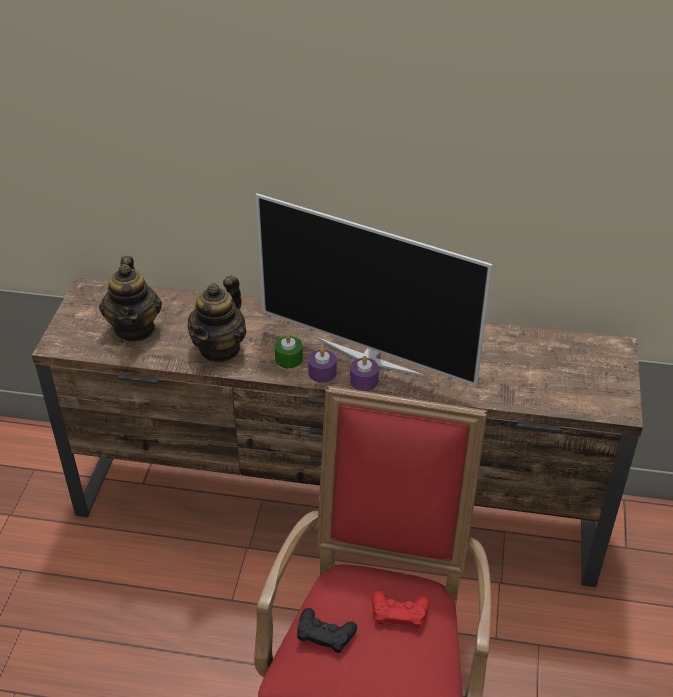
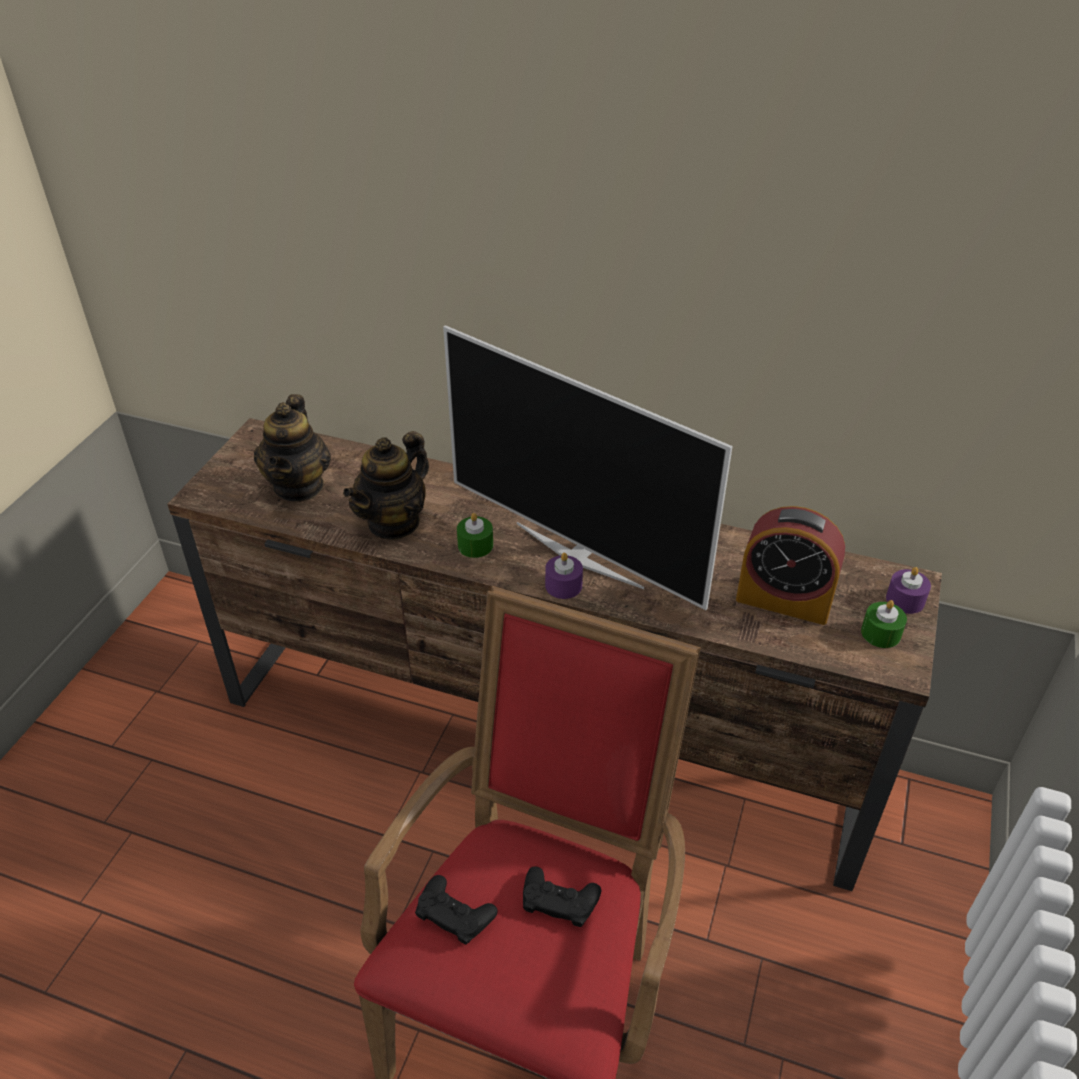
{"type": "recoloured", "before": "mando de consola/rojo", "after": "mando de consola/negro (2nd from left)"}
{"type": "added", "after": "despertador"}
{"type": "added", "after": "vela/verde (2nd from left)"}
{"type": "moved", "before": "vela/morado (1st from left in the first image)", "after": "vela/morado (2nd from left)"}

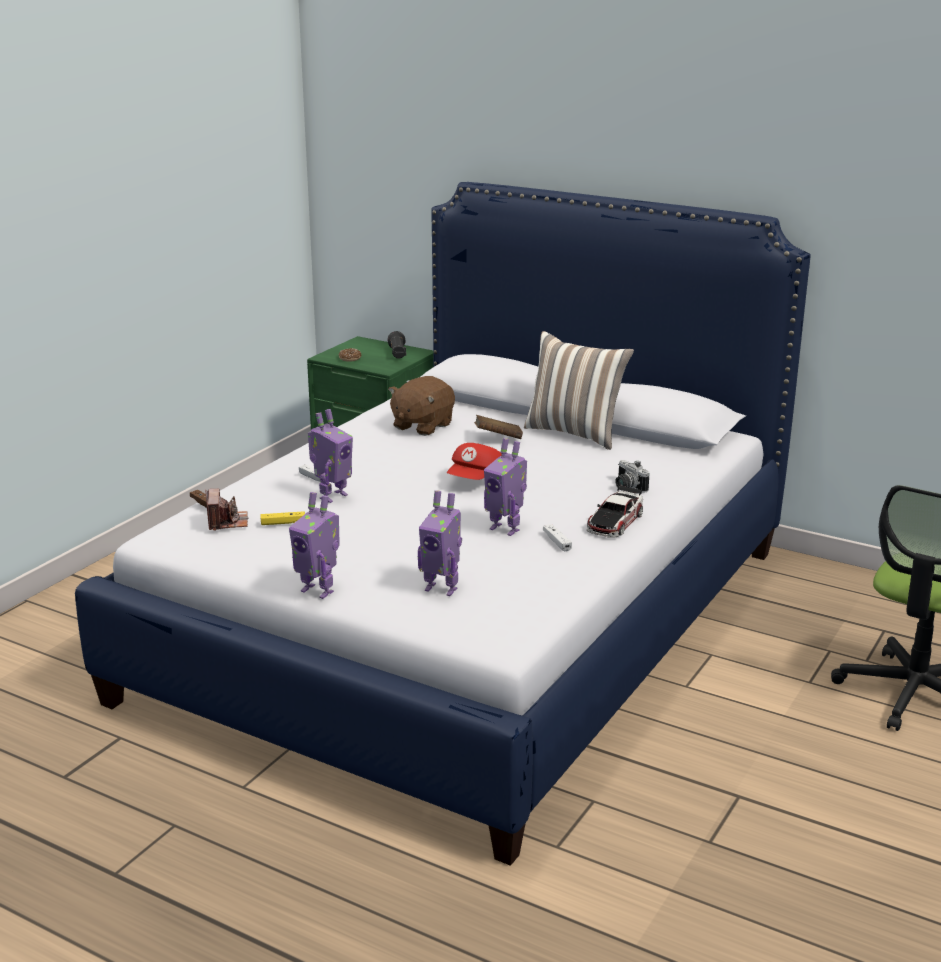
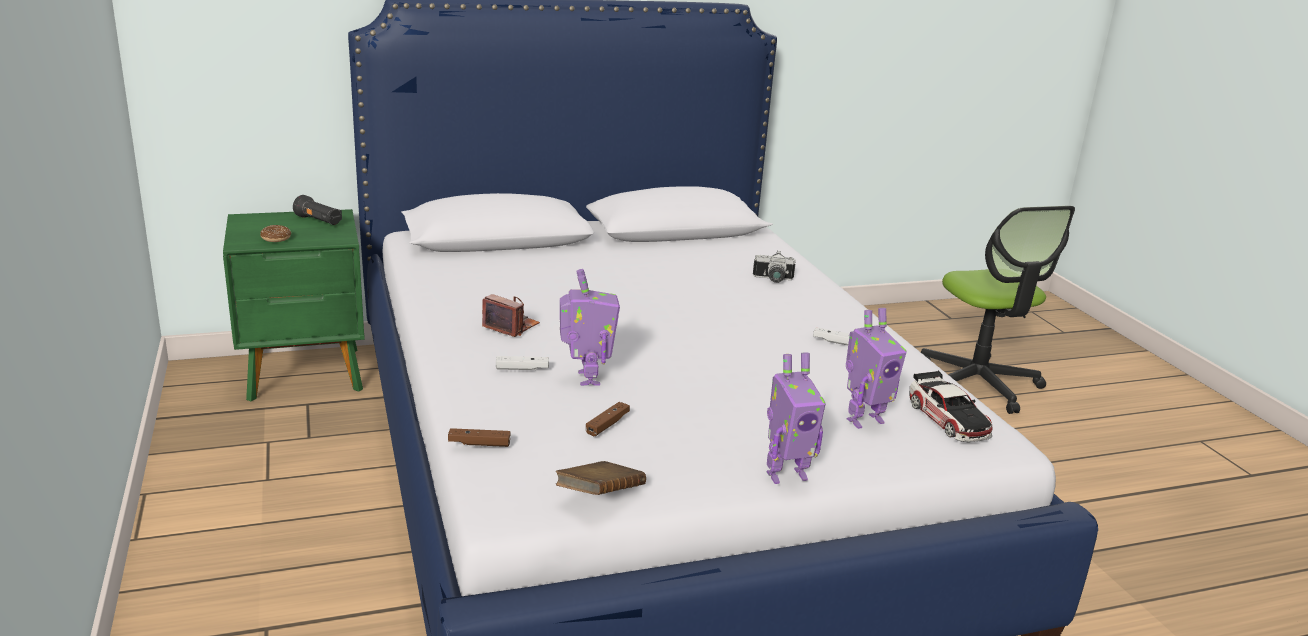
{"type": "moved", "before": "cámara (1st from left)"}
{"type": "moved", "before": "libro/marrón"}
{"type": "recoloured", "before": "mando de consola/amarillo", "after": "mando de consola/marrón (2nd from left)"}
{"type": "moved", "before": "coche de juguete"}
{"type": "removed", "before": "peluche/marrón"}
{"type": "removed", "before": "gorra/rojo"}
{"type": "removed", "before": "robot de juguete (4th from left)"}
{"type": "removed", "before": "cojín"}

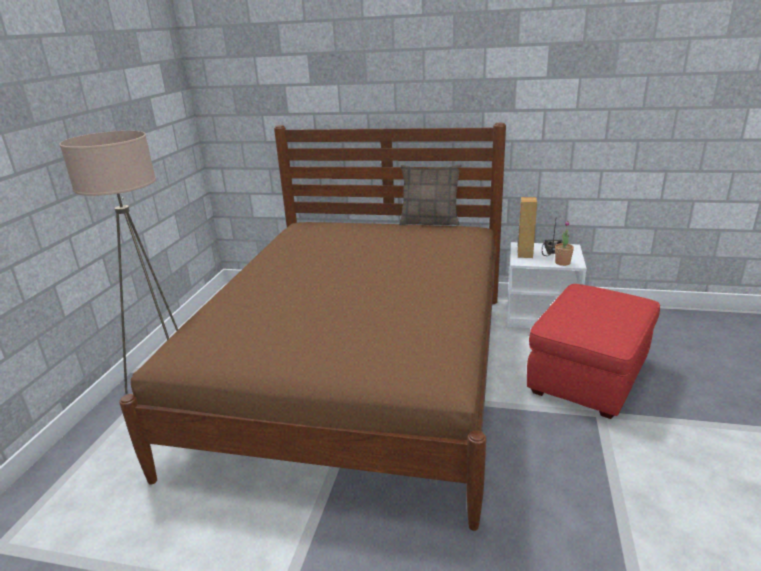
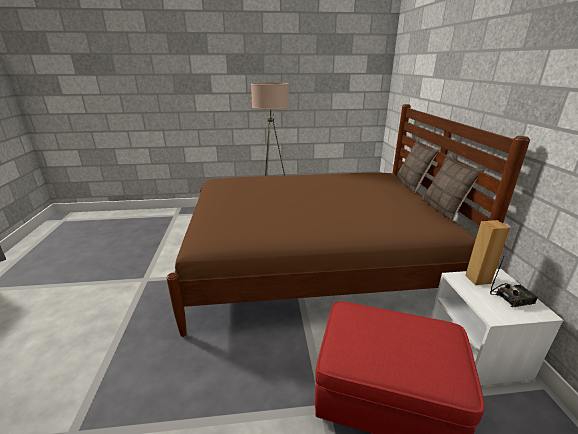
{"type": "added", "after": "cojín (1st from left)"}
{"type": "removed", "before": "planta en maceta"}

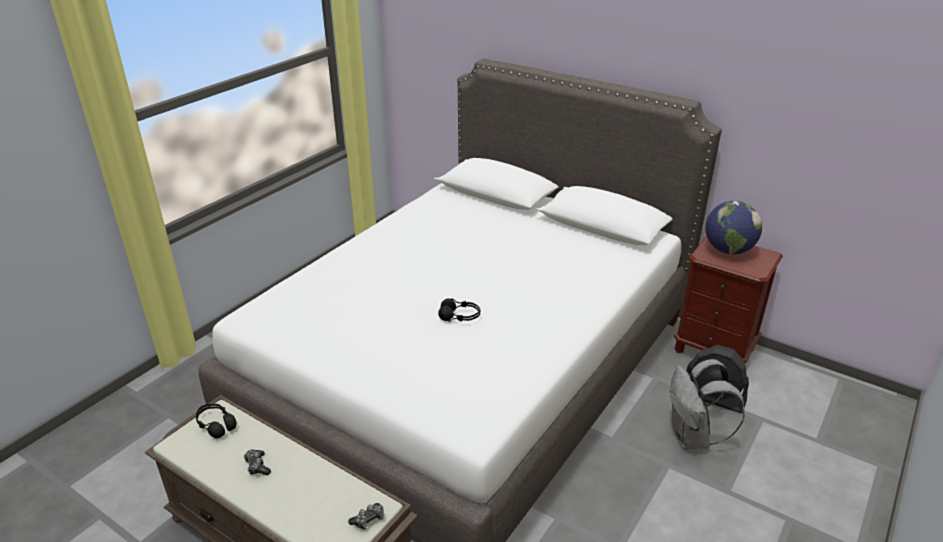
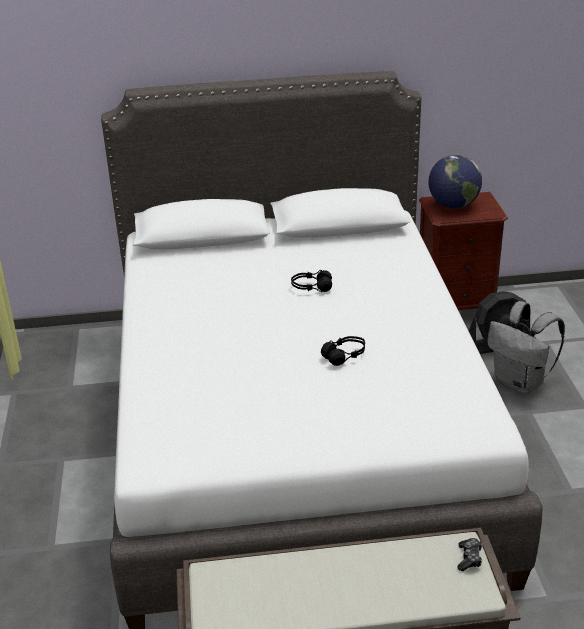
{"type": "moved", "before": "auriculares/negro (1st from left)"}
{"type": "removed", "before": "mando de consola (1st from left)"}

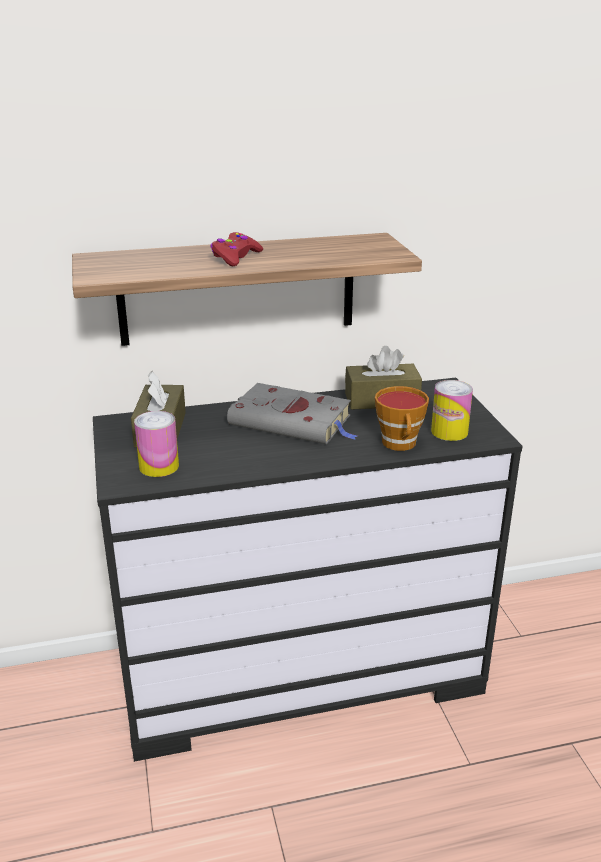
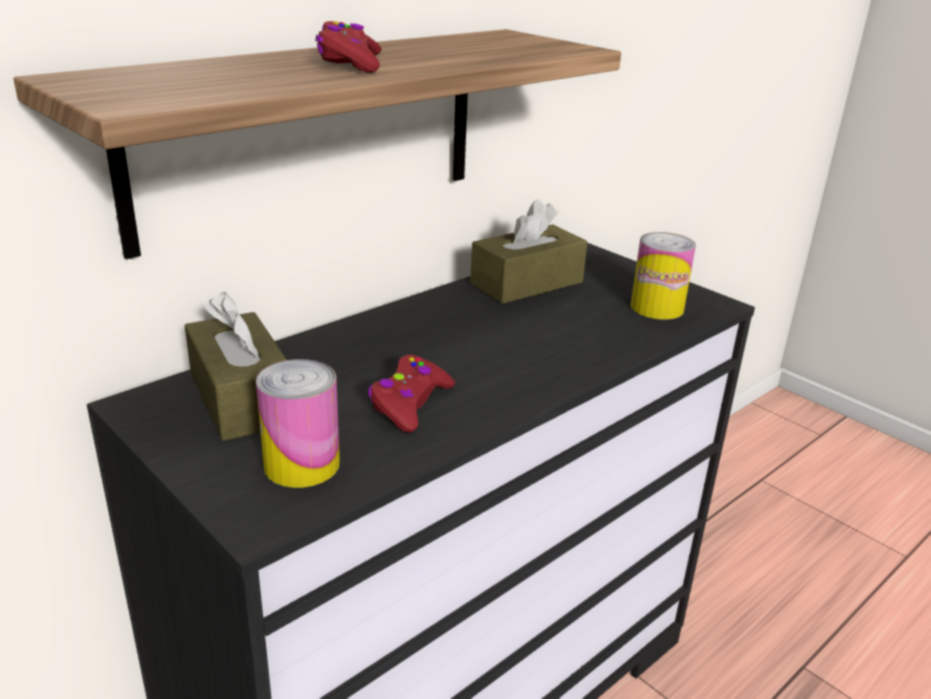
{"type": "added", "after": "mando de consola/rojo (2nd from left)"}
{"type": "removed", "before": "libro/gris"}
{"type": "removed", "before": "taza"}

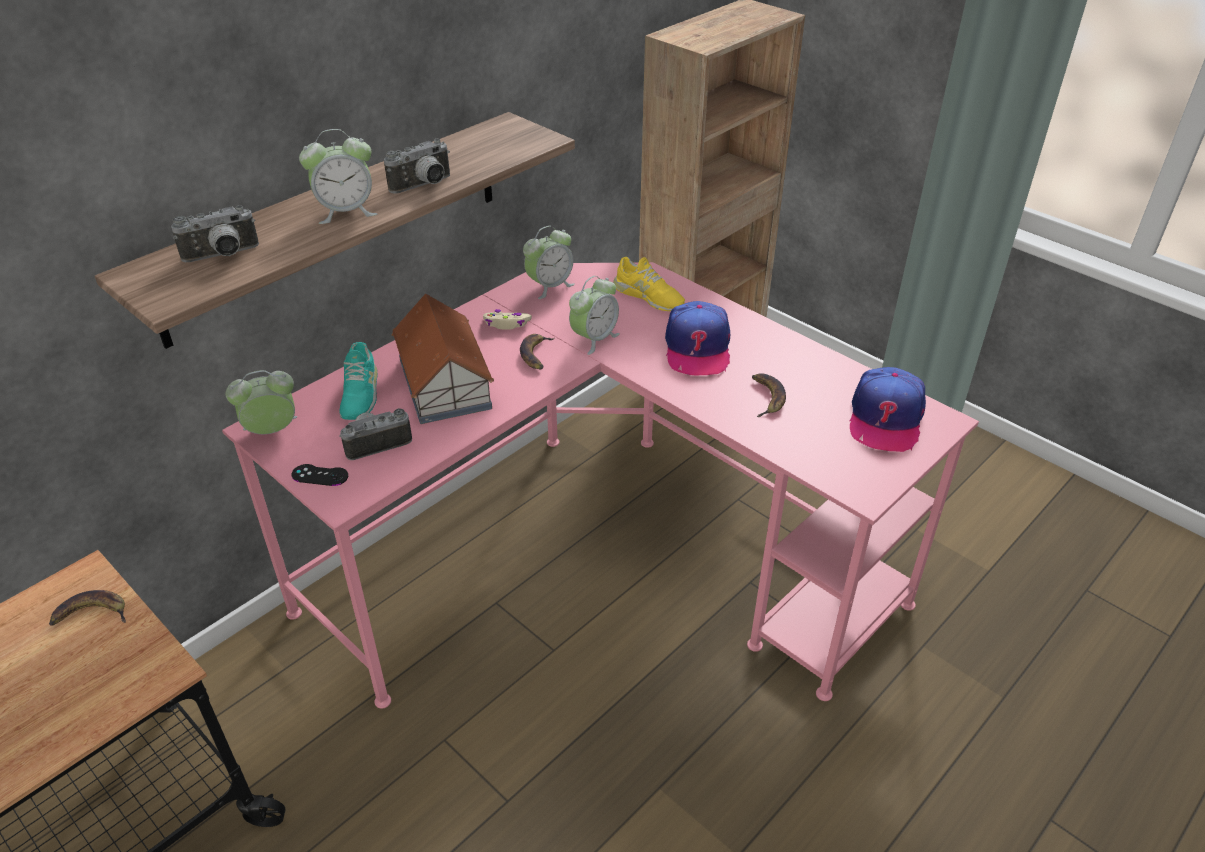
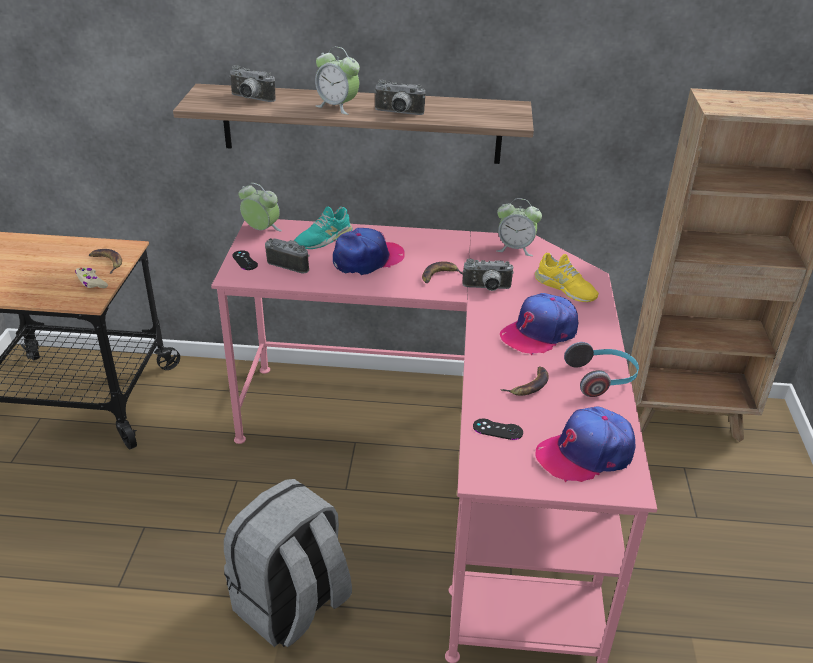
{"type": "moved", "before": "mando de consola/beis"}
{"type": "added", "after": "mochila/gris"}
{"type": "replaced", "before": "casita", "after": "gorra (1st from left)"}
{"type": "replaced", "before": "despertador (4th from left)", "after": "cámara (4th from left)"}
{"type": "added", "after": "mando de consola/negro (2nd from left)"}
{"type": "turned", "before": "zapato/amarillo", "turn": -45}
{"type": "added", "after": "auriculares"}

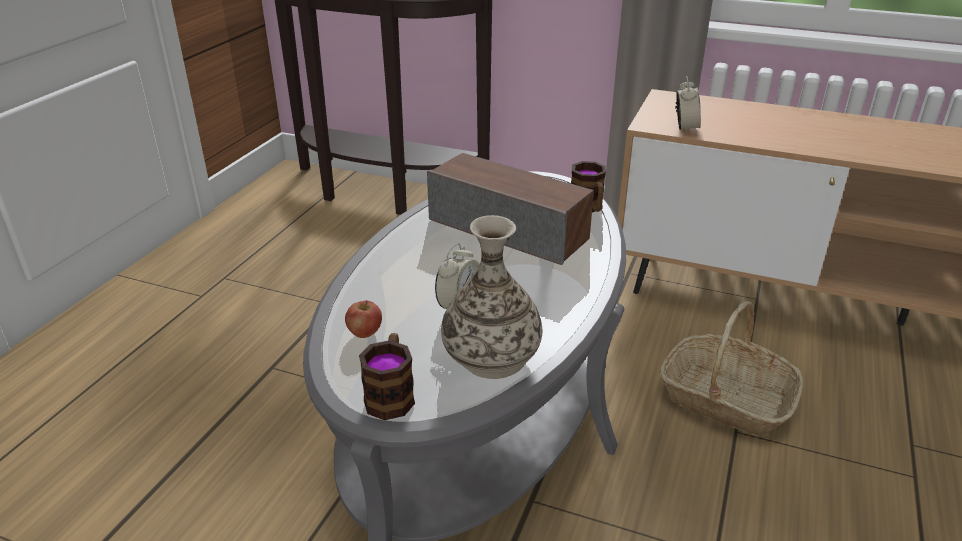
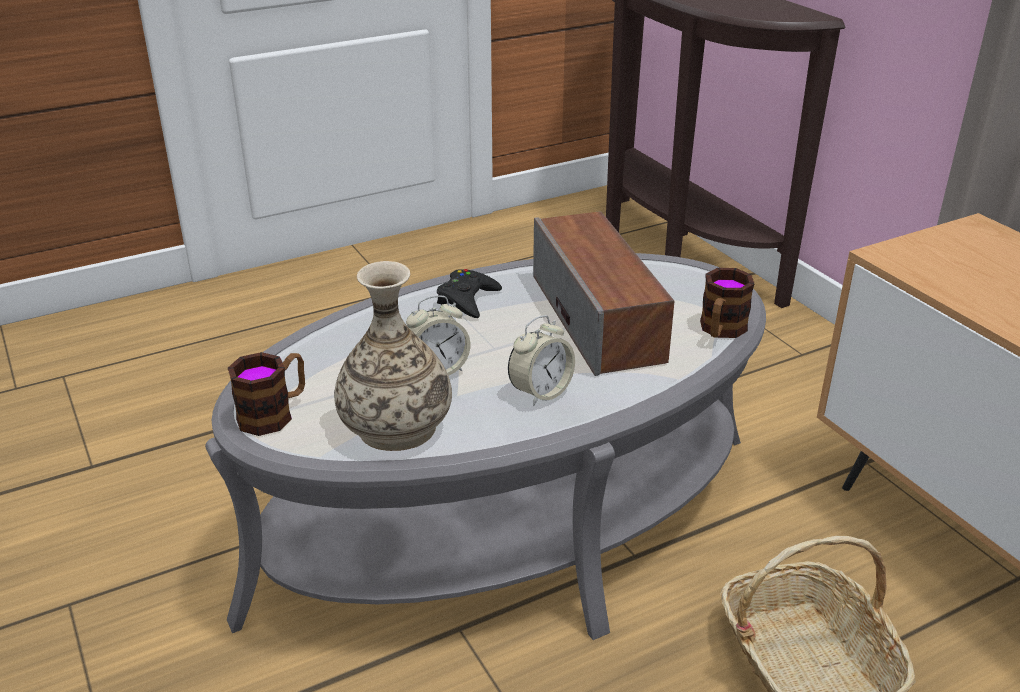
{"type": "added", "after": "mando de consola/negro"}
{"type": "moved", "before": "despertador (2nd from left)"}
{"type": "removed", "before": "manzana"}

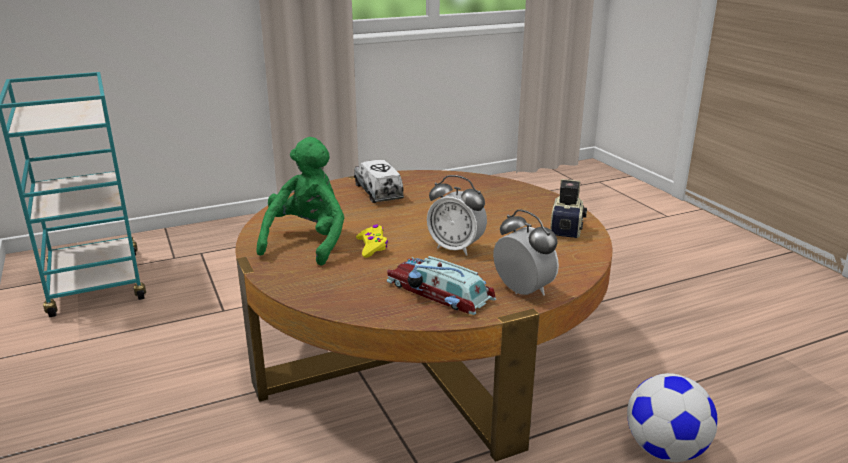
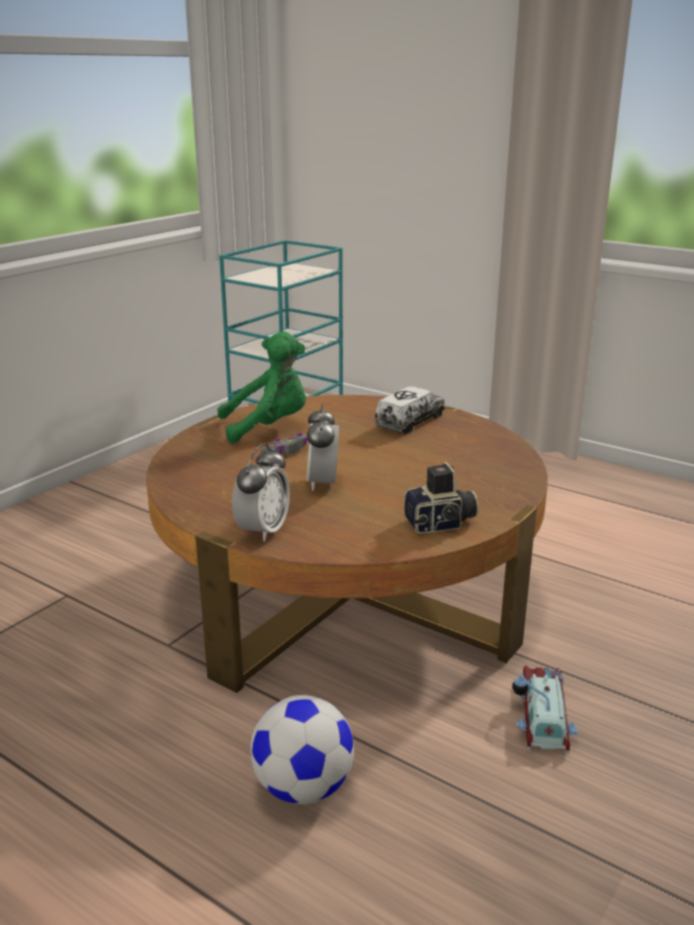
{"type": "recoloured", "before": "mando de consola/amarillo", "after": "mando de consola/gris"}
{"type": "moved", "before": "coche de juguete"}

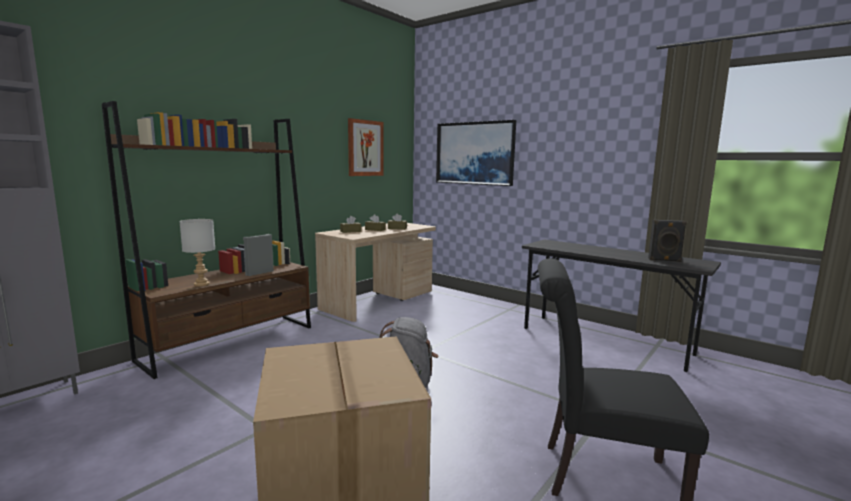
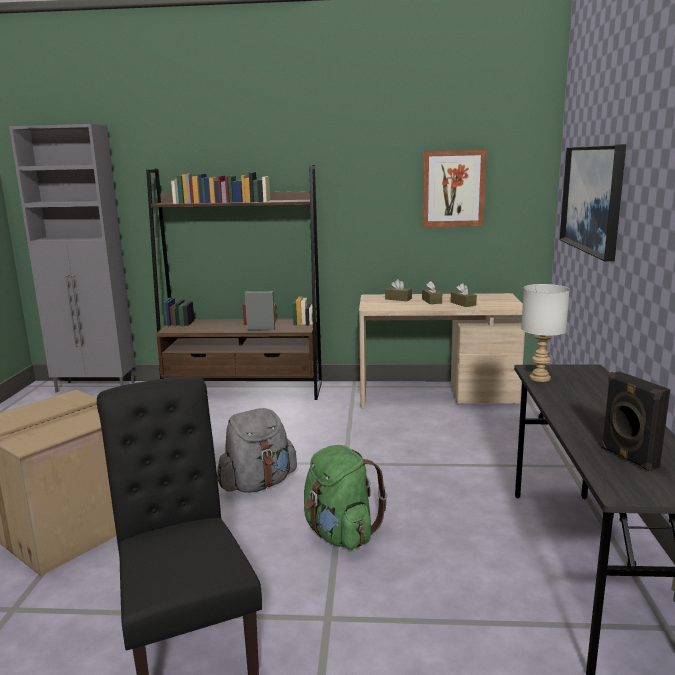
{"type": "added", "after": "mochila/verde"}
{"type": "moved", "before": "lámpara de mesa/gris"}

